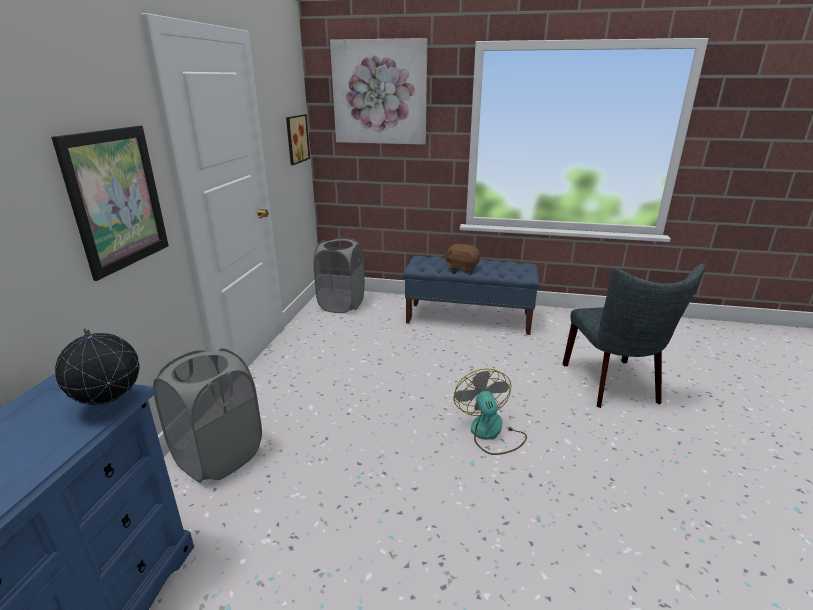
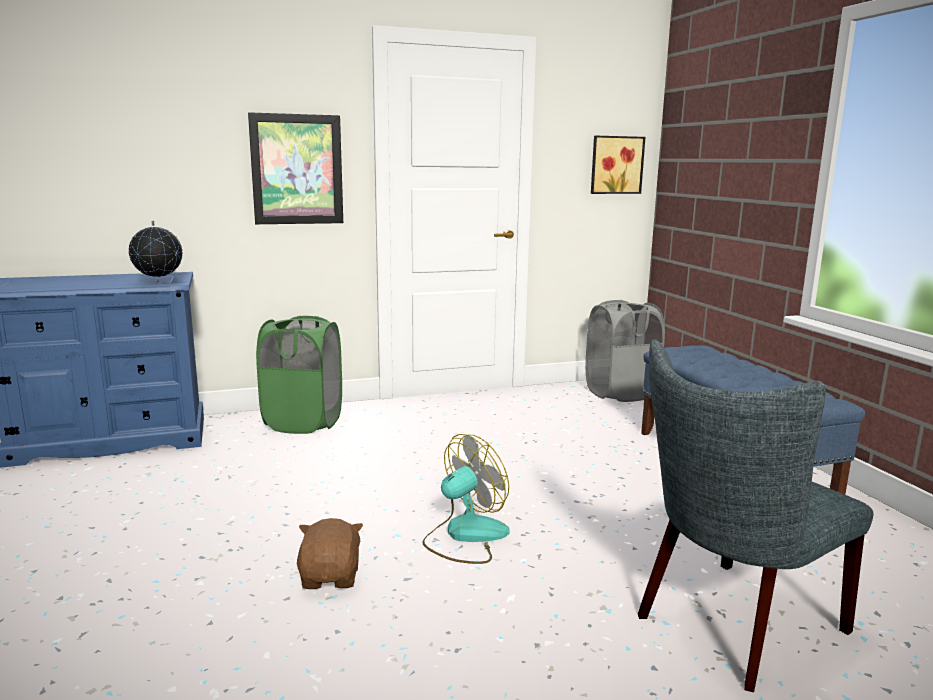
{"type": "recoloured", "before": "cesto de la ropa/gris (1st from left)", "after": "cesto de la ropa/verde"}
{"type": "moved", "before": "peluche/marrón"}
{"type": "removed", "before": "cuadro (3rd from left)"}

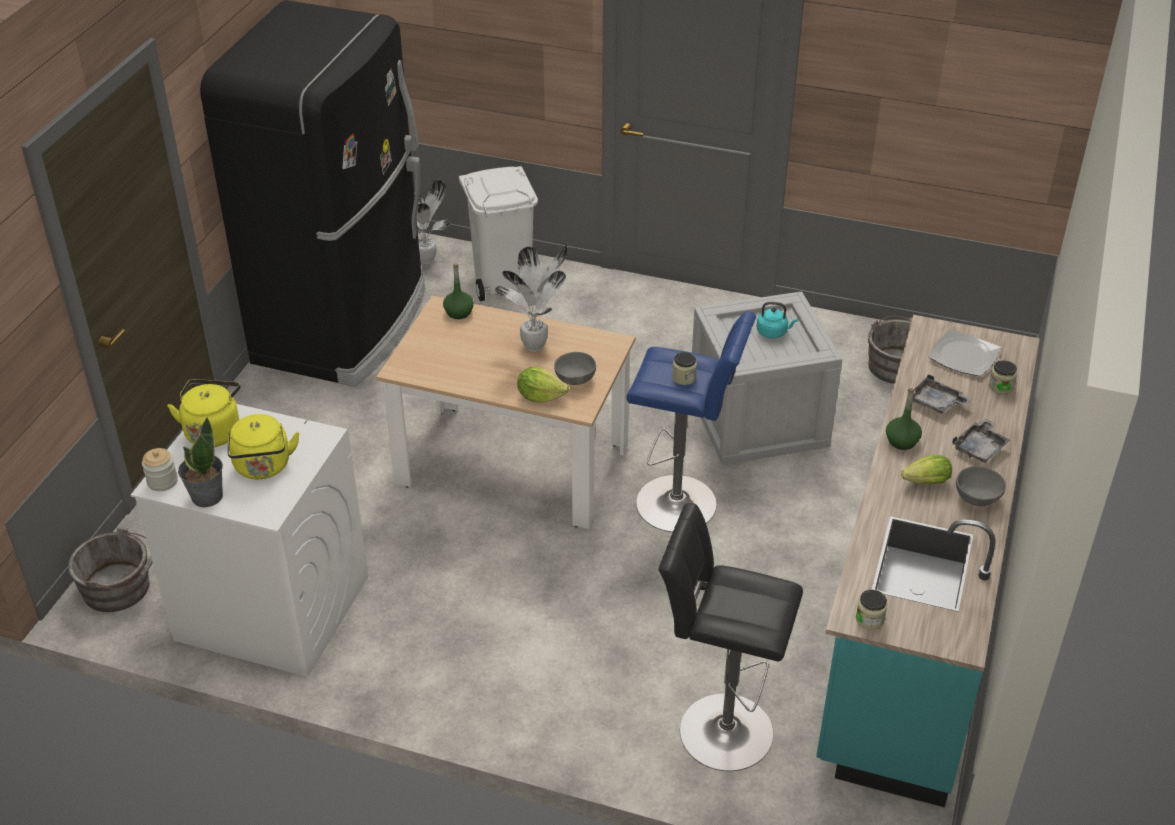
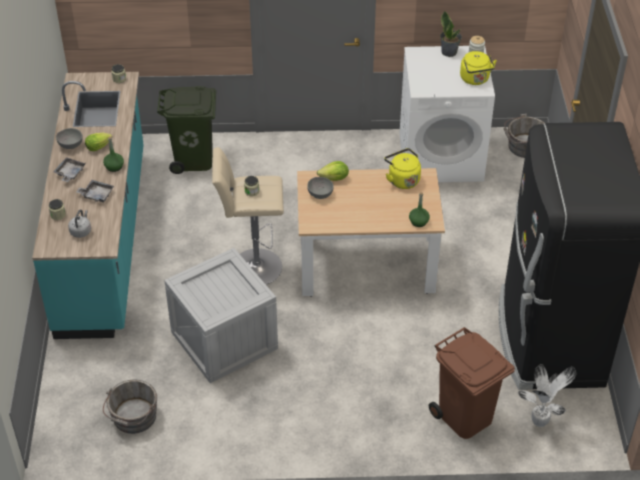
{"type": "replaced", "before": "plato", "after": "hervidor/gris"}
{"type": "replaced", "before": "taburete/negro", "after": "papelera/verde"}
{"type": "recoloured", "before": "taburete/azul", "after": "taburete/beis"}
{"type": "moved", "before": "hervidor/amarillo (2nd from left in the first image)", "after": "hervidor/amarillo (1st from left)"}
{"type": "recoloured", "before": "papelera/blanco", "after": "papelera/marrón"}
{"type": "removed", "before": "planta en maceta (3rd from left)"}
{"type": "removed", "before": "hervidor/turquesa"}

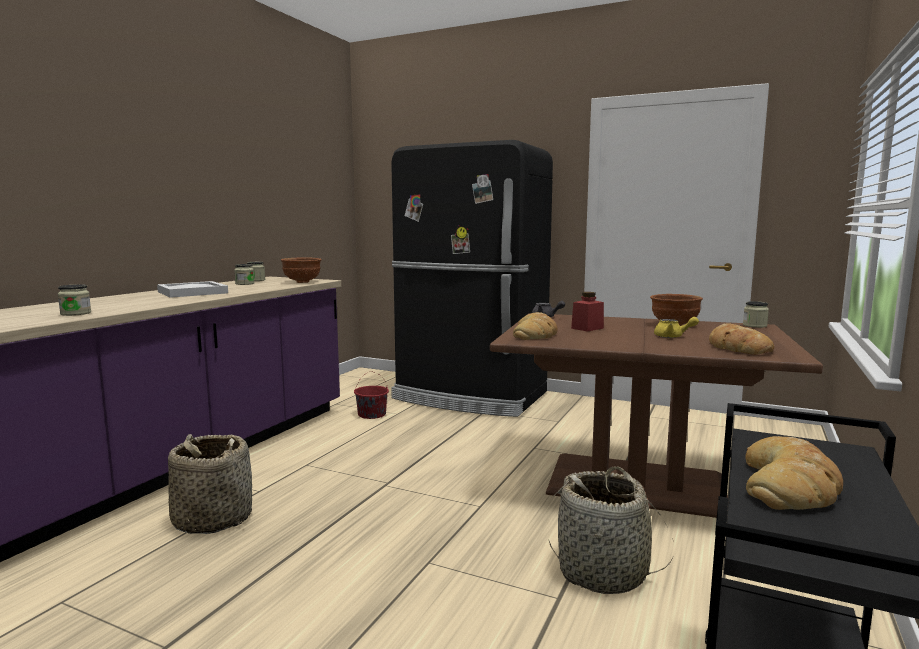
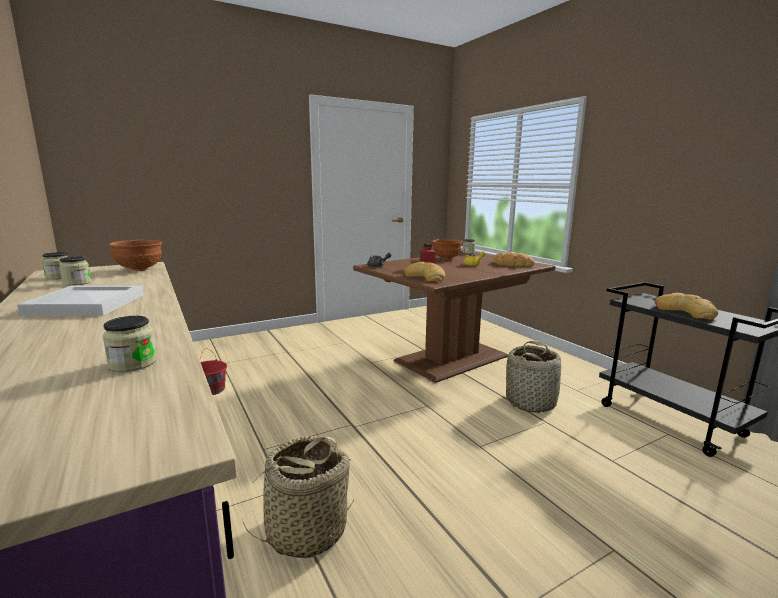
{"type": "removed", "before": "nevera/negro"}

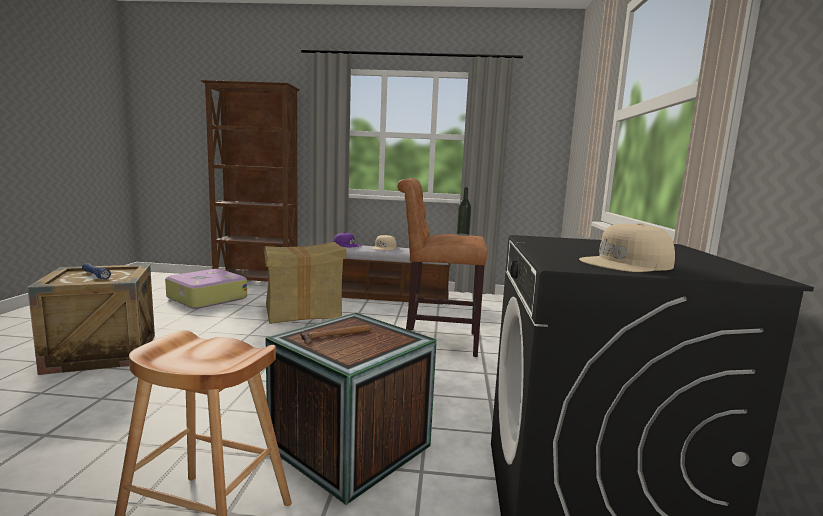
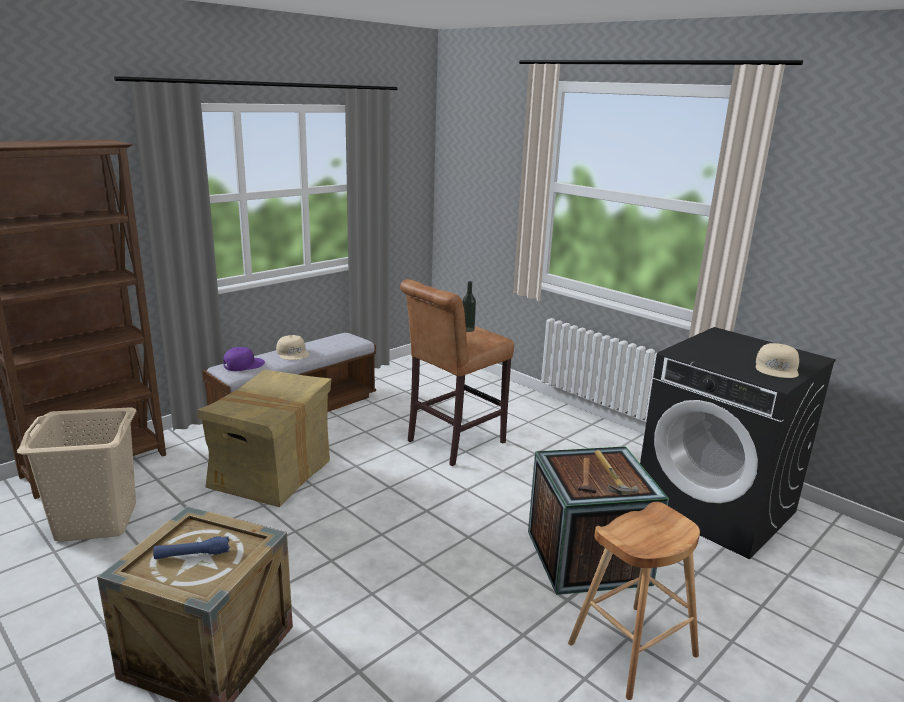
{"type": "replaced", "before": "maleta", "after": "cesto de la ropa/beis"}
{"type": "added", "after": "martillo (2nd from left)"}

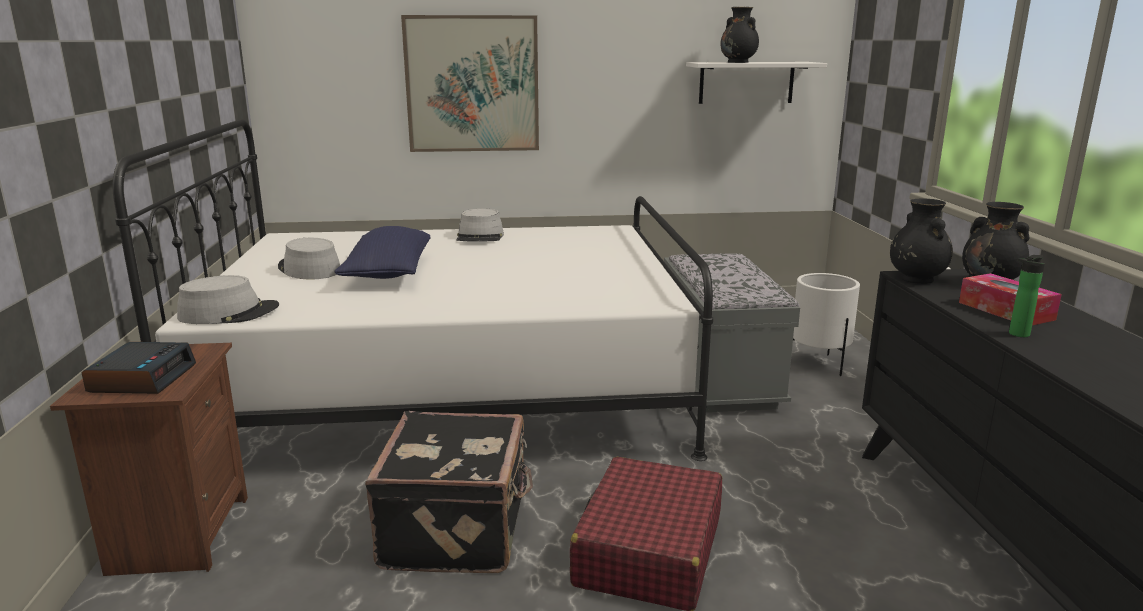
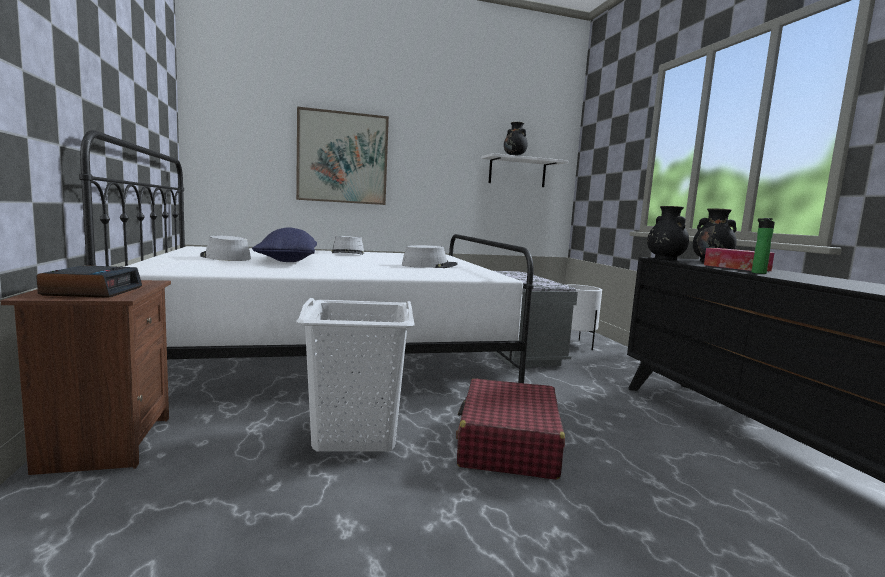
{"type": "replaced", "before": "maleta/negro", "after": "cesto de la ropa/blanco"}
{"type": "moved", "before": "sombrero/gris (1st from left in the first image)", "after": "sombrero/gris (3rd from left)"}

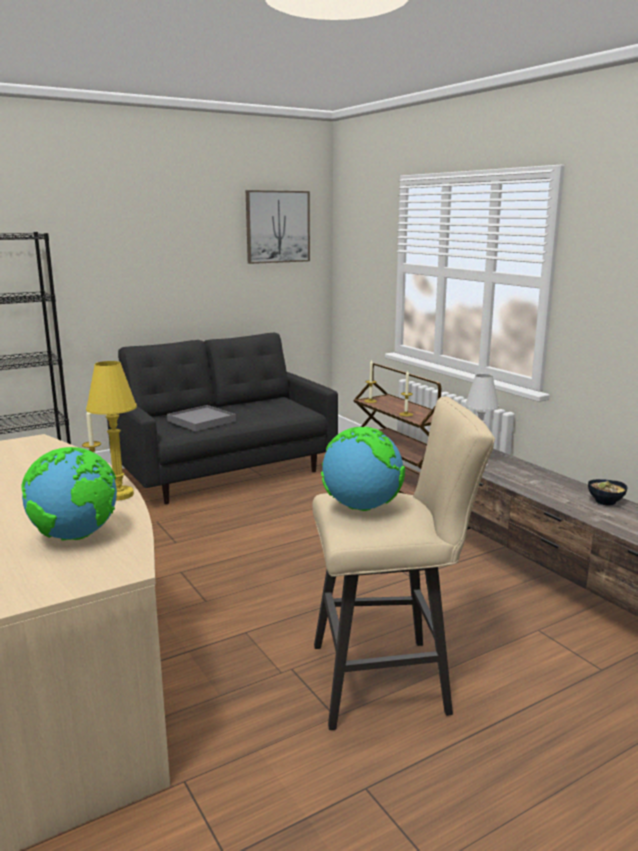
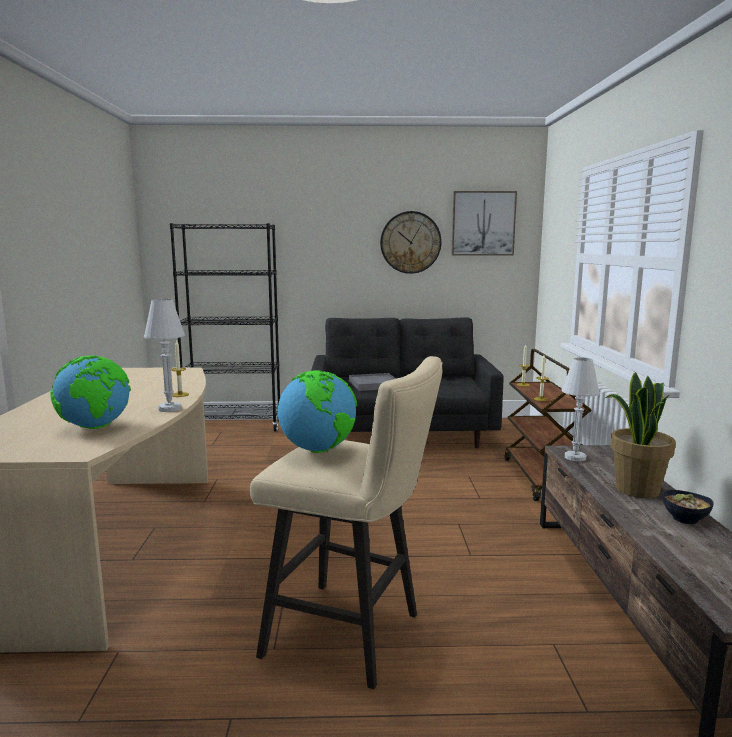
{"type": "recoloured", "before": "lámpara de mesa/amarillo", "after": "lámpara de mesa/blanco (1st from left)"}
{"type": "added", "after": "reloj de pared"}
{"type": "added", "after": "planta en maceta"}

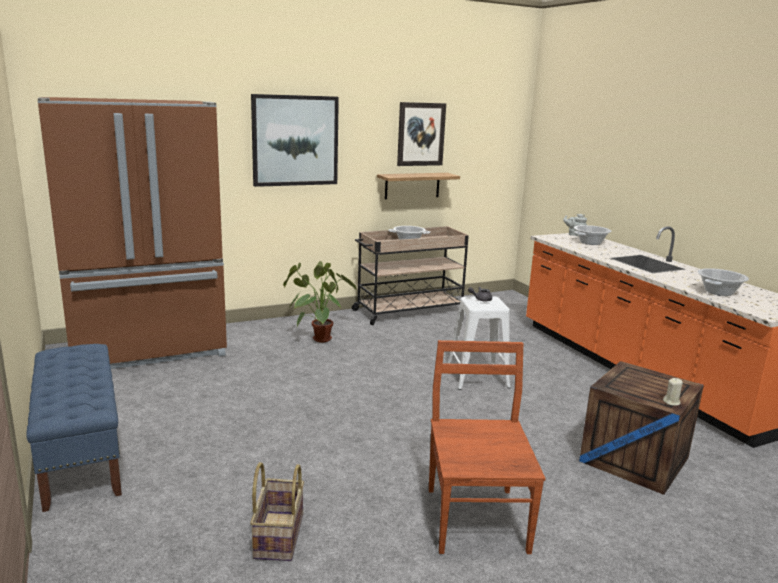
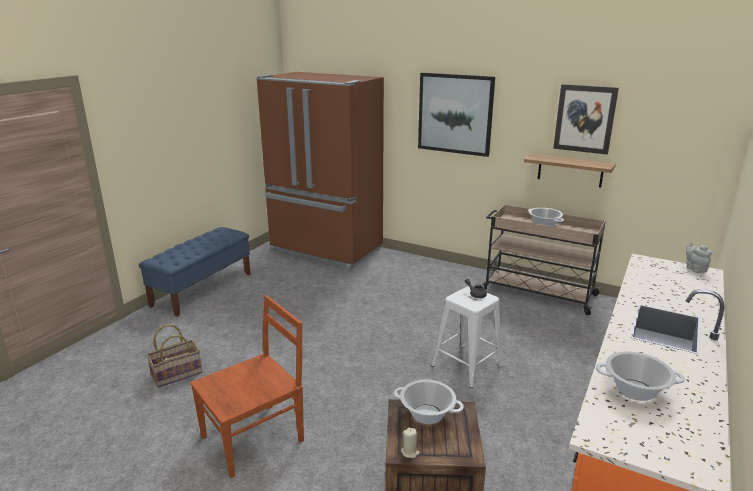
{"type": "moved", "before": "olla (2nd from left in the first image)", "after": "olla (1st from left)"}
{"type": "removed", "before": "planta en maceta"}

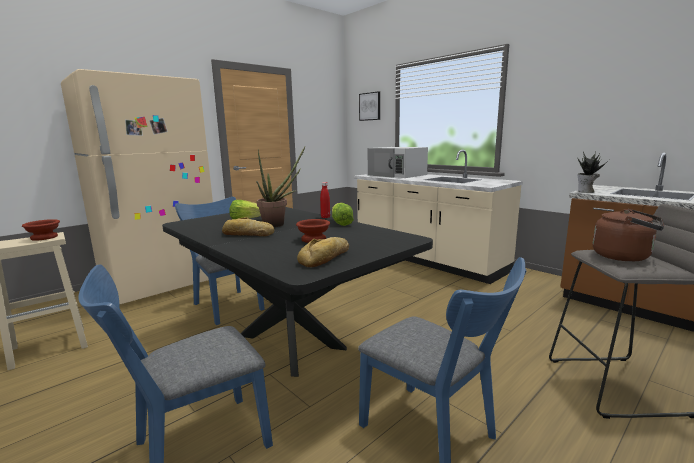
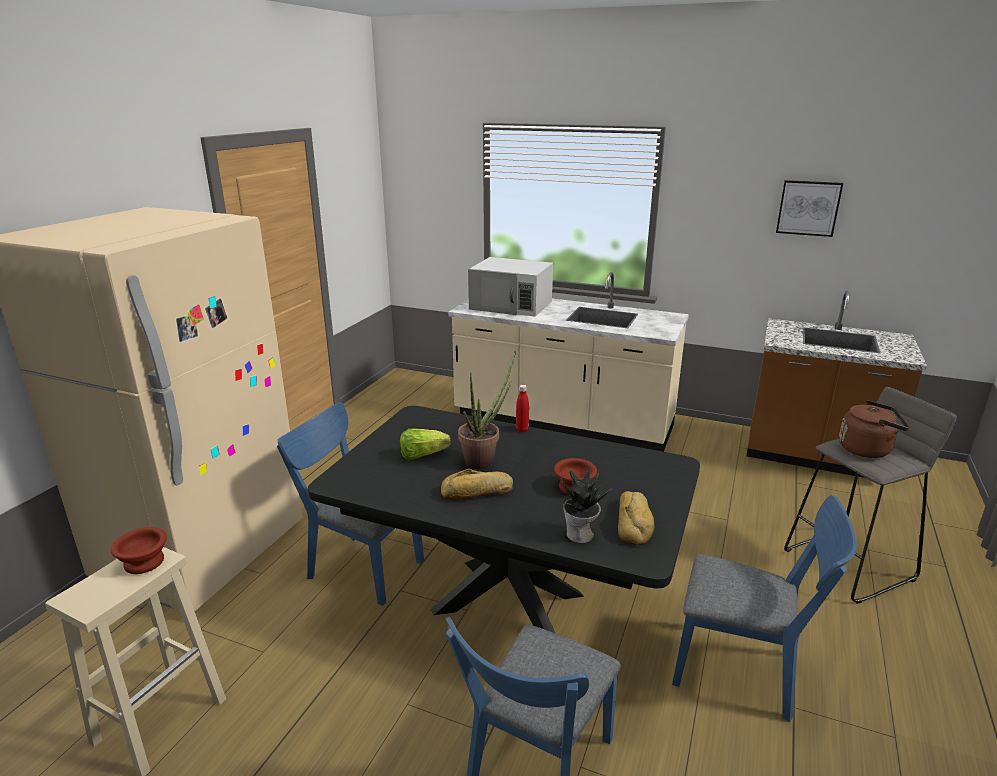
{"type": "moved", "before": "planta en maceta (2nd from left)"}
{"type": "moved", "before": "cuadro"}
{"type": "removed", "before": "lechuga (2nd from left)"}

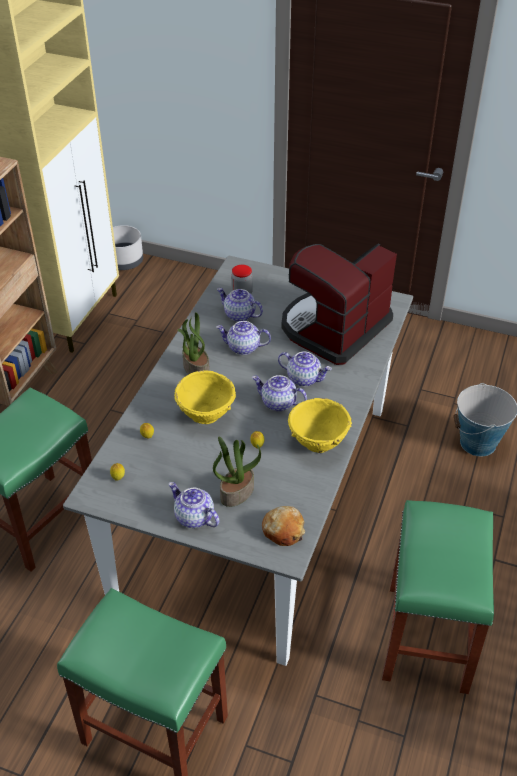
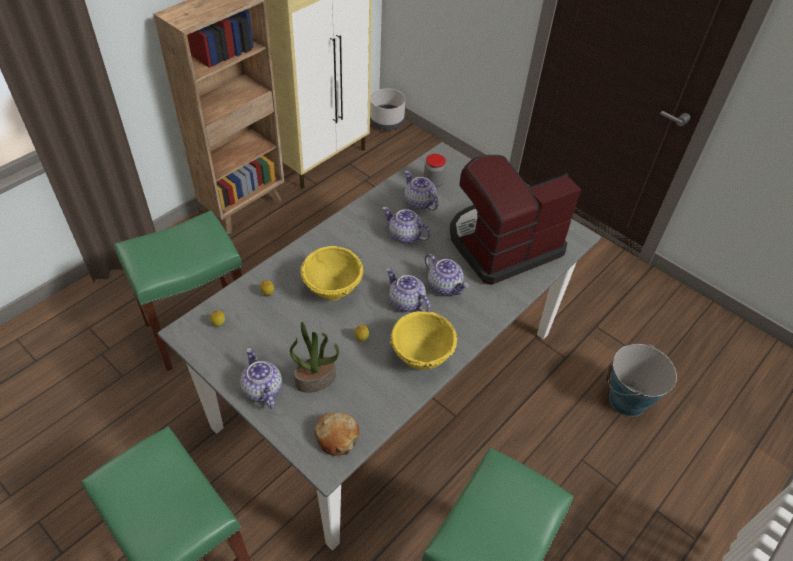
{"type": "removed", "before": "planta en maceta (1st from left)"}

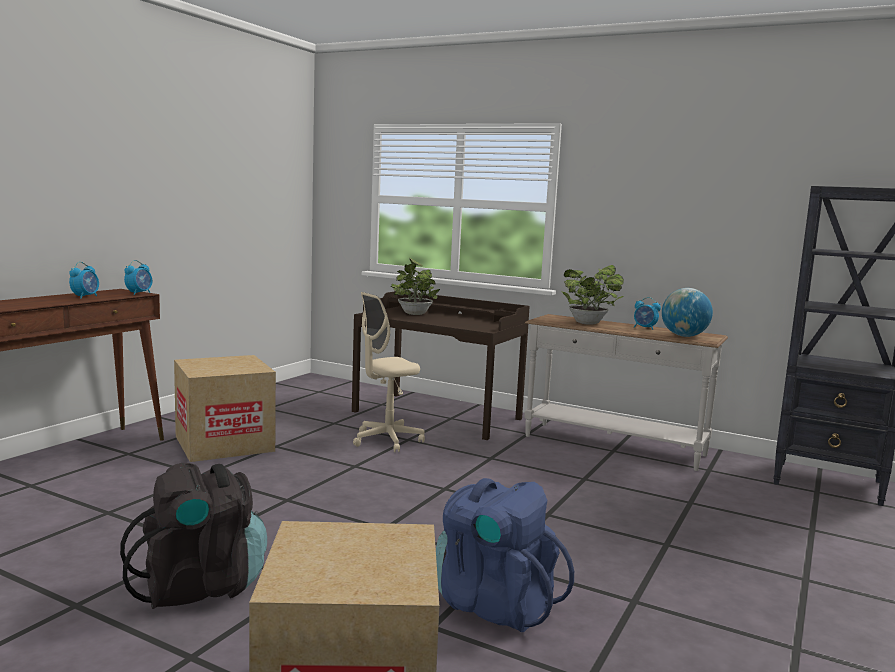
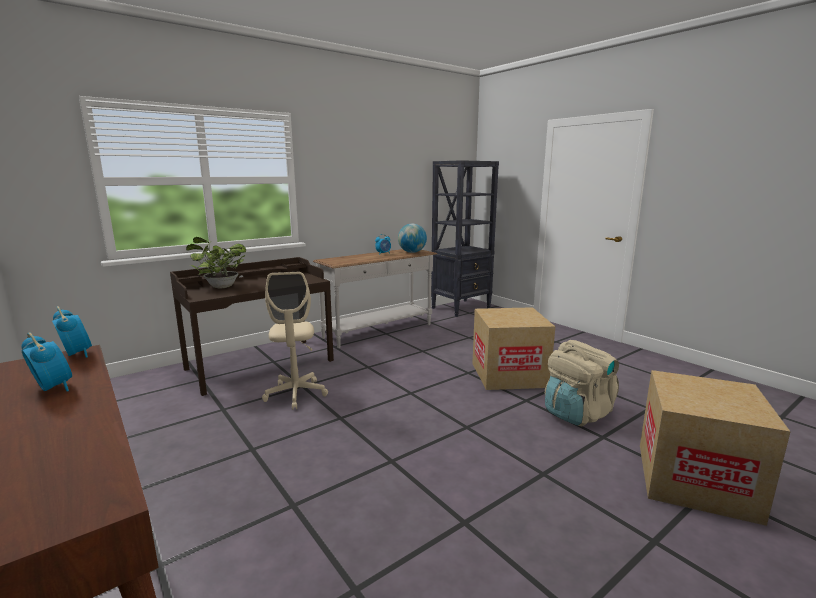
{"type": "moved", "before": "caja de cartón (1st from left)"}
{"type": "recoloured", "before": "mochila/azul", "after": "mochila/beis"}
{"type": "removed", "before": "mochila/negro"}
{"type": "removed", "before": "planta en maceta (2nd from left)"}

